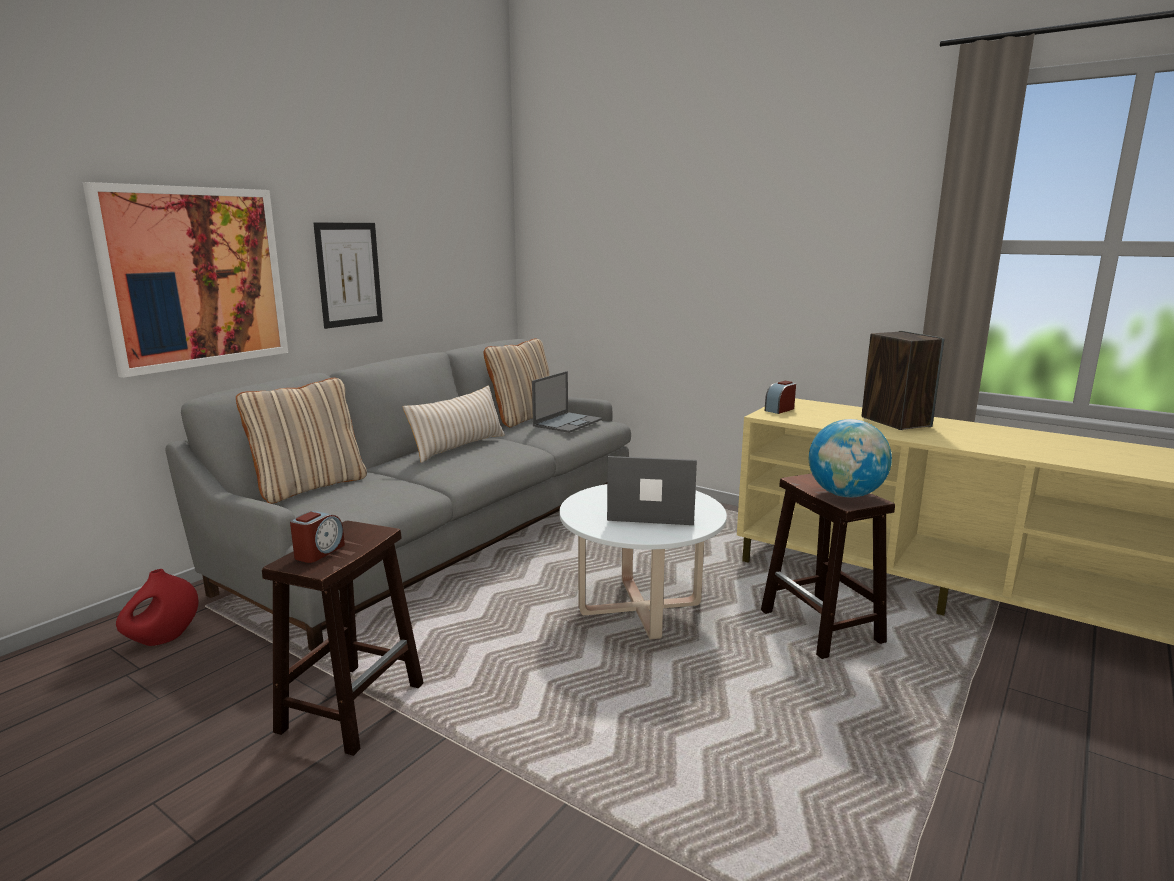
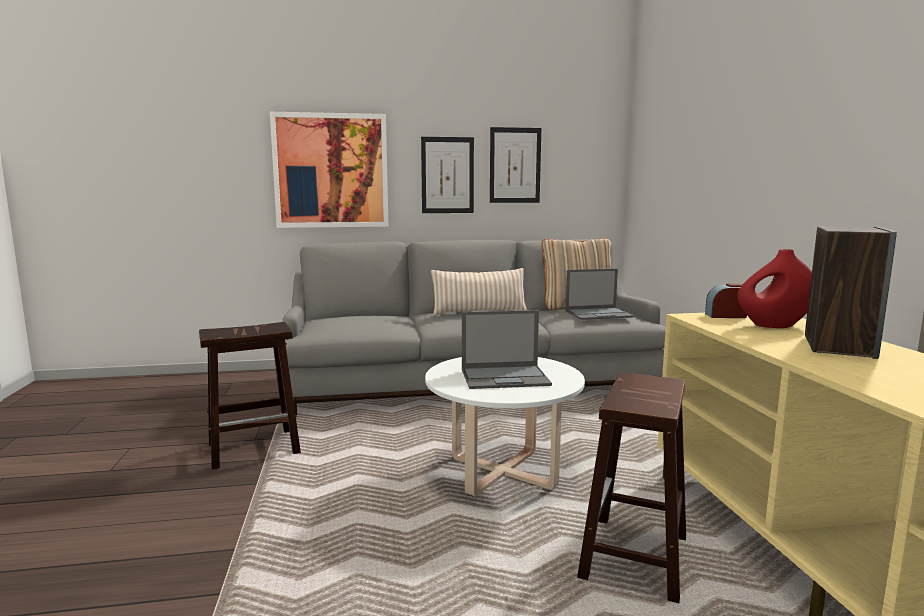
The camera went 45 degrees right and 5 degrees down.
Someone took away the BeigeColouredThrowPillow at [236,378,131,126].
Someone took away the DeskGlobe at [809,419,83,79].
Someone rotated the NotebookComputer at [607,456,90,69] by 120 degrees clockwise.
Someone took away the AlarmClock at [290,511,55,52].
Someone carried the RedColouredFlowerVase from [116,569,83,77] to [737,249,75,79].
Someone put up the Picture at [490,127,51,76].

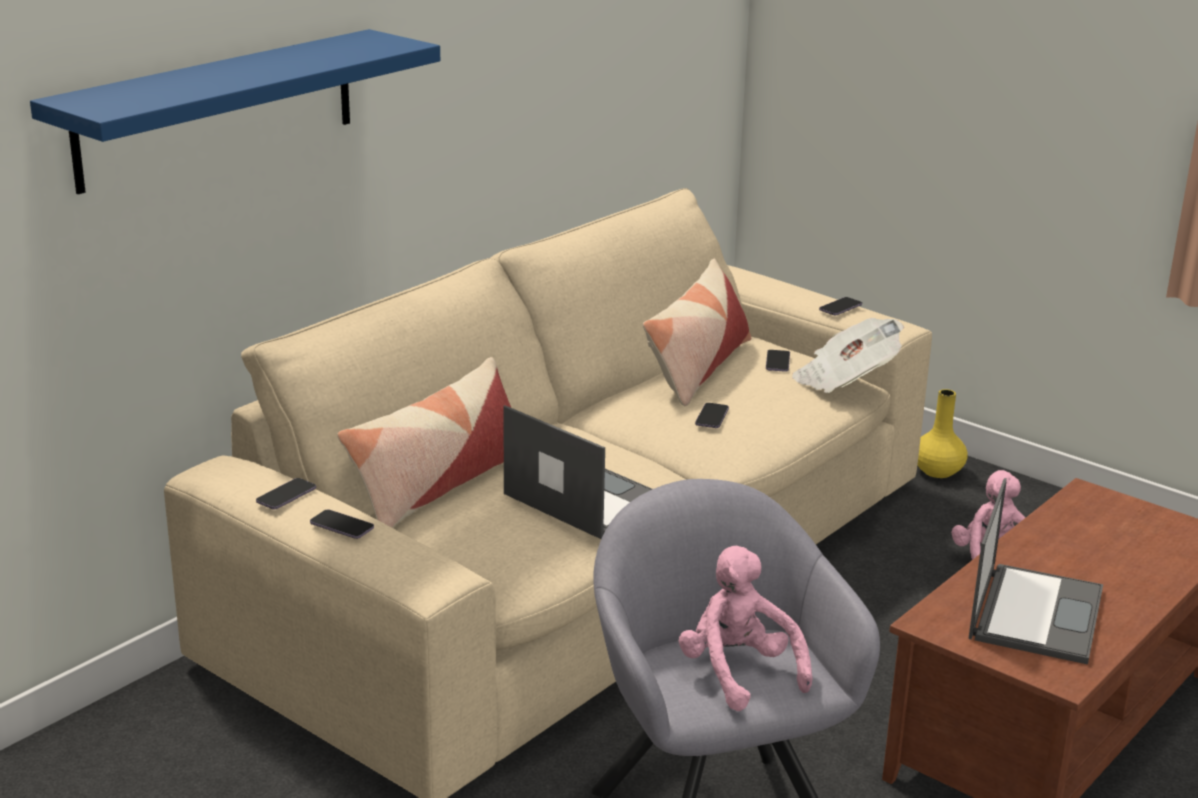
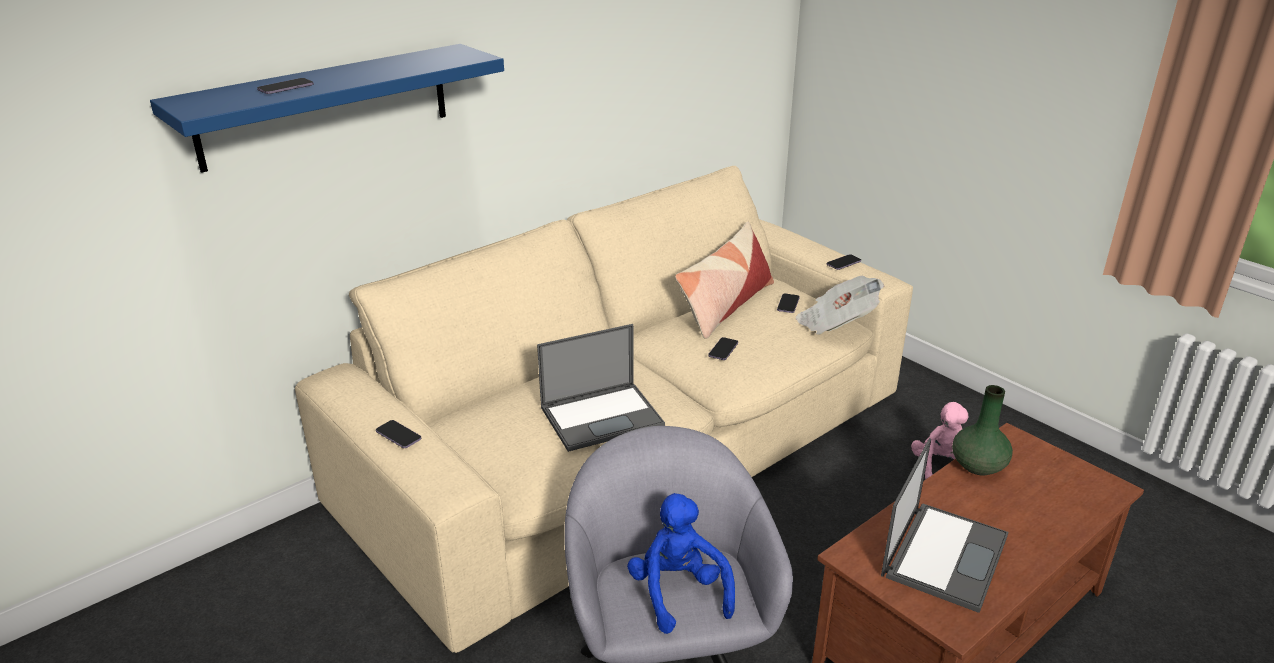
The camera went 10 degrees right and 5 degrees up.
Someone took away the ThrowPillow at [337,357,174,171].
Someone took away the YellowFlowerVase at [917,389,51,89].
Someone rotated the NotebookComputer at [503,405,149,134] by 105 degrees clockwise.
Someone carried the Telephone from [256,478,60,31] to [257,78,57,16].
Someone repainted the PinkColouredSoftToy at [678,546,134,165], which became the BluishSoftToy at [627,493,108,141].
Someone put down the GreenishFlowerVase at [952,385,61,90].

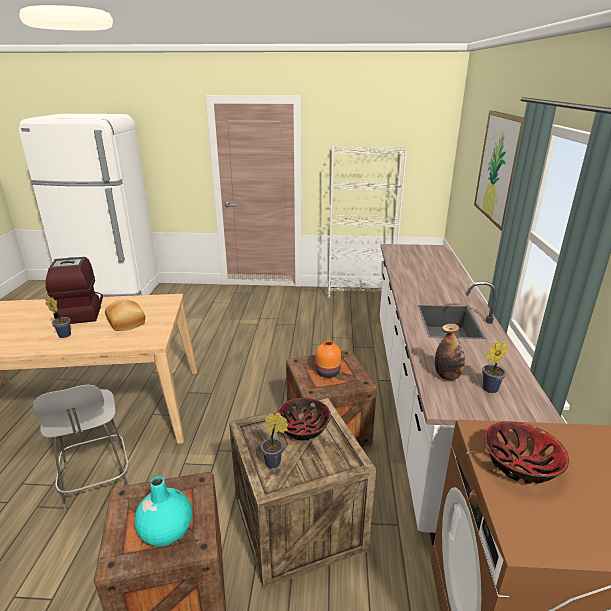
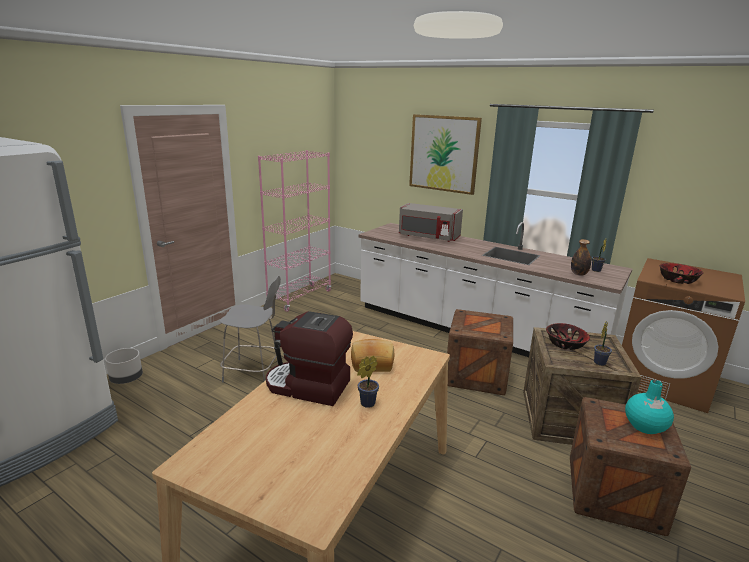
The camera went 60 degrees left and 5 degrees down.
Someone repainted the WhiteBookshelf at [327,146,80,153], which became the PinkColouredBookshelf at [258,150,73,162].
Someone took away the OrangeyFlowerVase at [316,341,25,37].
Someone carried the GrayChair from [33,385,96,126] to [220,276,61,107].
Someone put down the GrayMicrowave at [399,203,64,39].
Someone put down the GrayFlowerPot at [105,348,38,36].

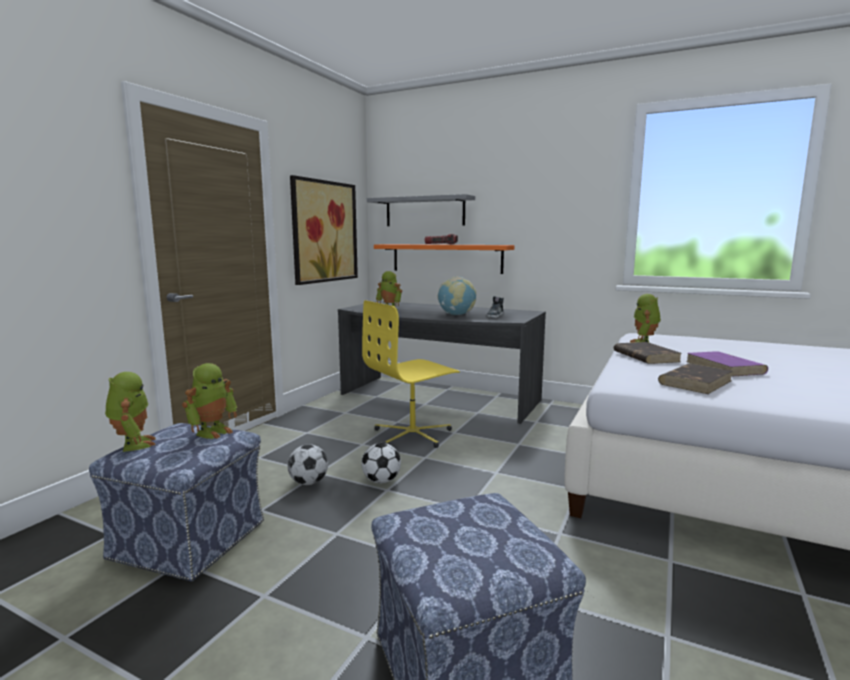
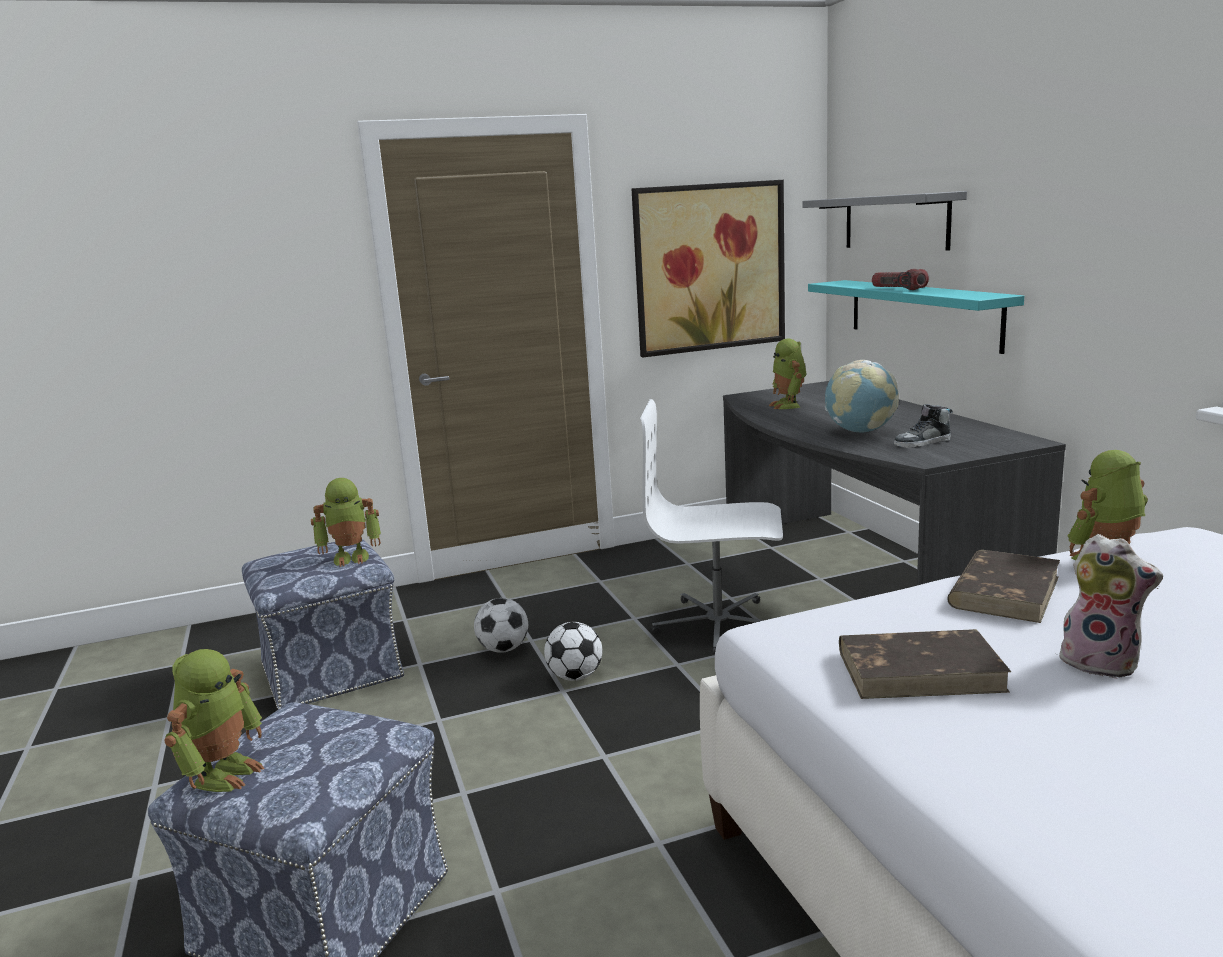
The camera went 45 degrees right and 5 degrees up.
Someone repainted the OrangeyShelf at [374,244,140,30], which became the TurquoiseShelf at [808,280,216,74].
Someone repainted the YellowOfficeChair at [362,300,98,148], which became the WhiteOfficeChair at [640,399,143,257].
Someone swapped the PurpleVolume at [686,351,82,26] for the SoftToy at [1059,534,104,145].
Someone carried the ModelRobot from [105,372,51,80] to [164,649,100,143].

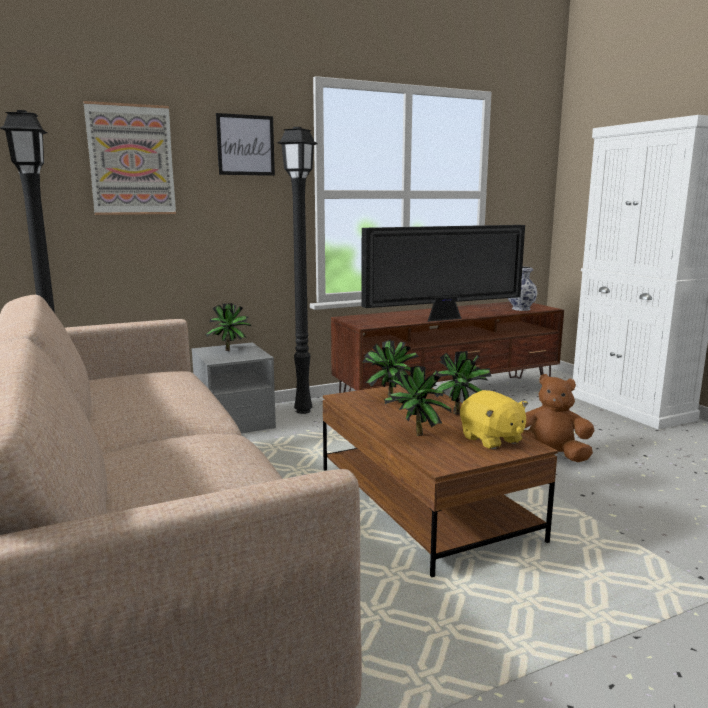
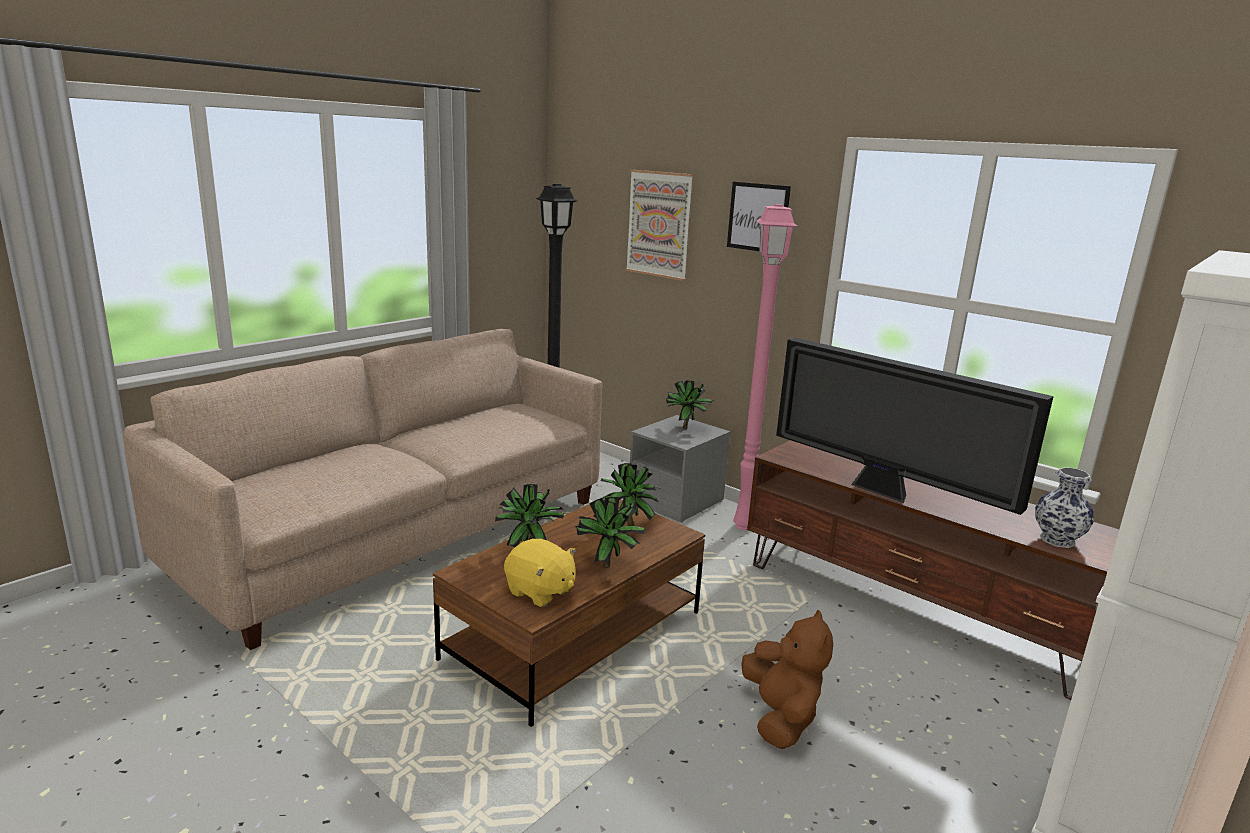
The camera went 65 degrees right and 5 degrees up.
Someone repainted the BlackColouredStandardLamp at [277,127,41,287], which became the PinkColouredStandardLamp at [733,204,64,326].
Someone rotated the YellowSoftToy at [460,390,68,59] by 90 degrees counterclockwise.

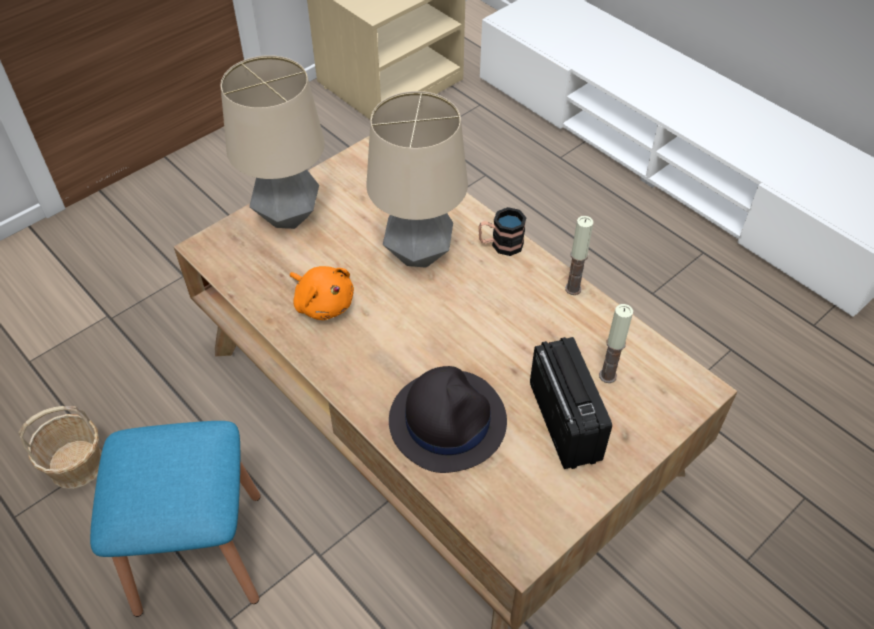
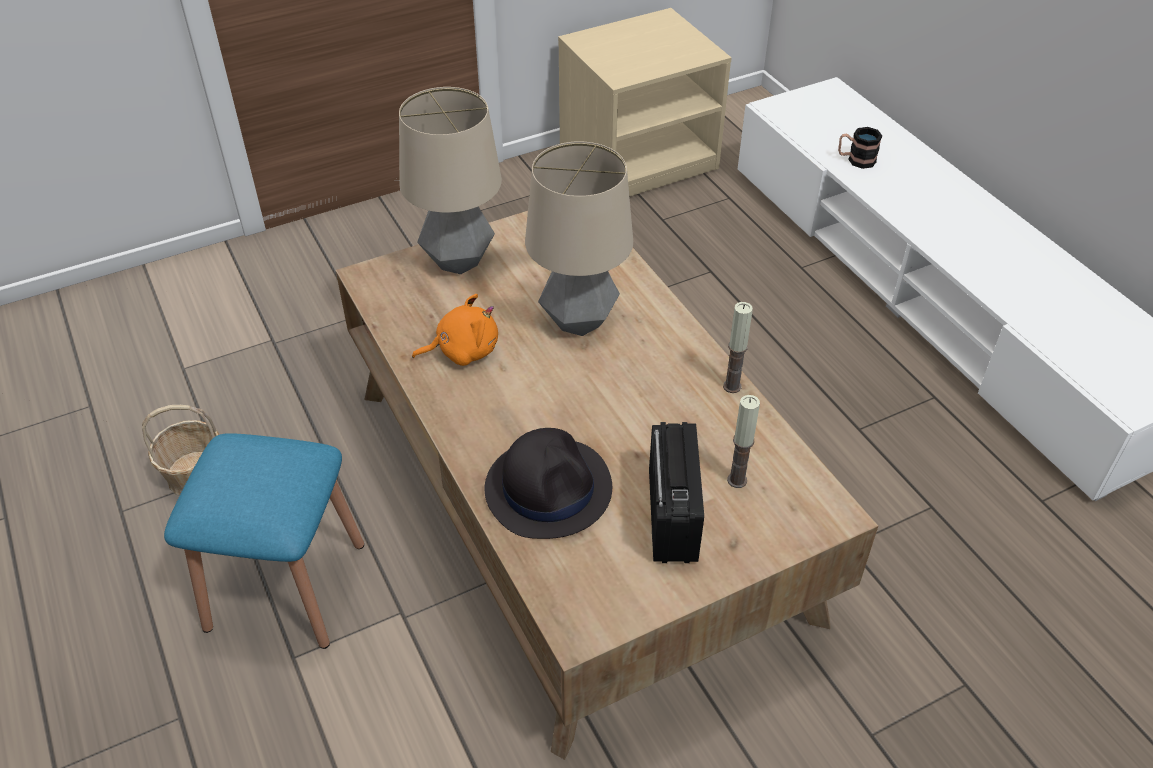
The camera went 15 degrees right and 5 degrees down.
Someone carried the TeaMug from [478,207,48,49] to [838,127,44,42].
Someone rotated the OrangeySoftToy at [290,266,64,54] by 75 degrees counterclockwise.

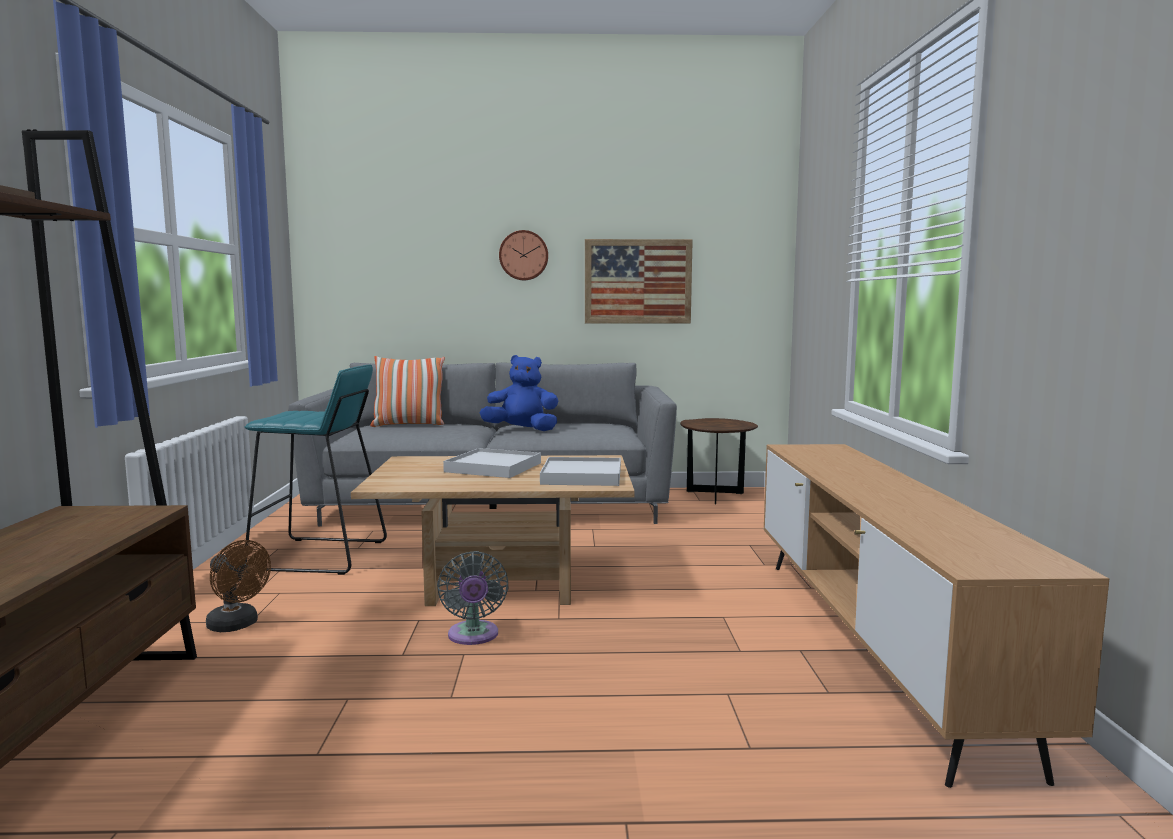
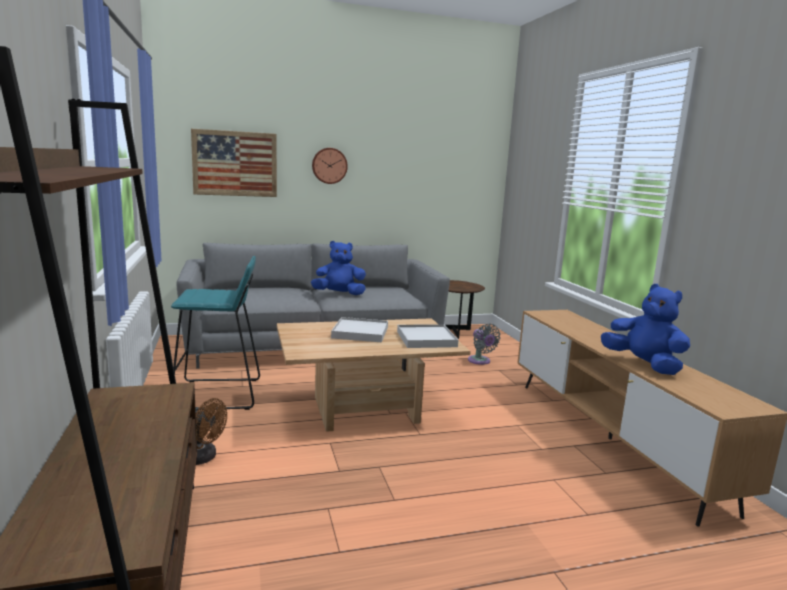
The camera went 15 degrees left and 5 degrees up.
Someone carried the Picture from [585,239,108,85] to [191,129,86,68].
Someone took away the ThrowPillow at [370,356,75,71].
Someone carried the GrayCoolingFan from [437,551,72,94] to [468,324,33,41].
Someone put down the BluishSoftToy at [601,284,89,91].

